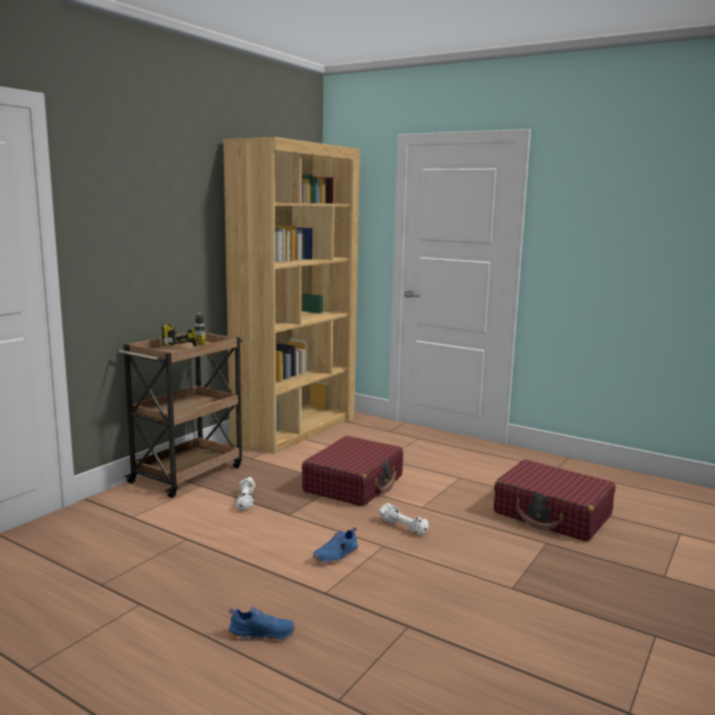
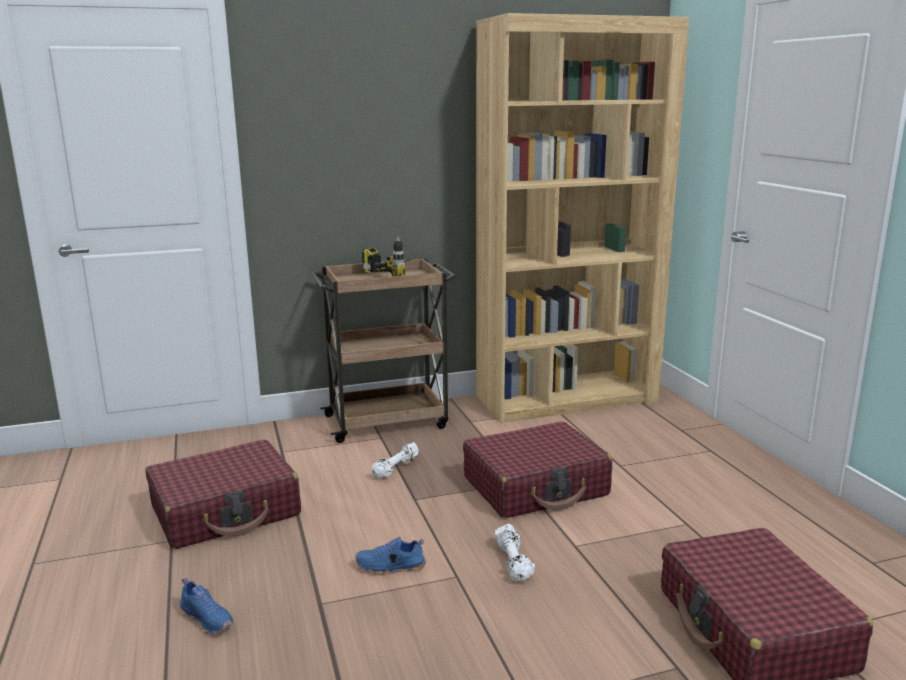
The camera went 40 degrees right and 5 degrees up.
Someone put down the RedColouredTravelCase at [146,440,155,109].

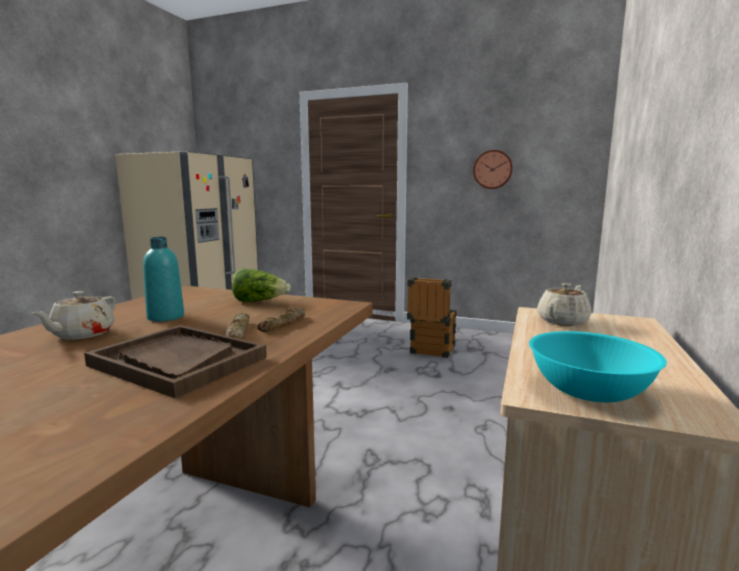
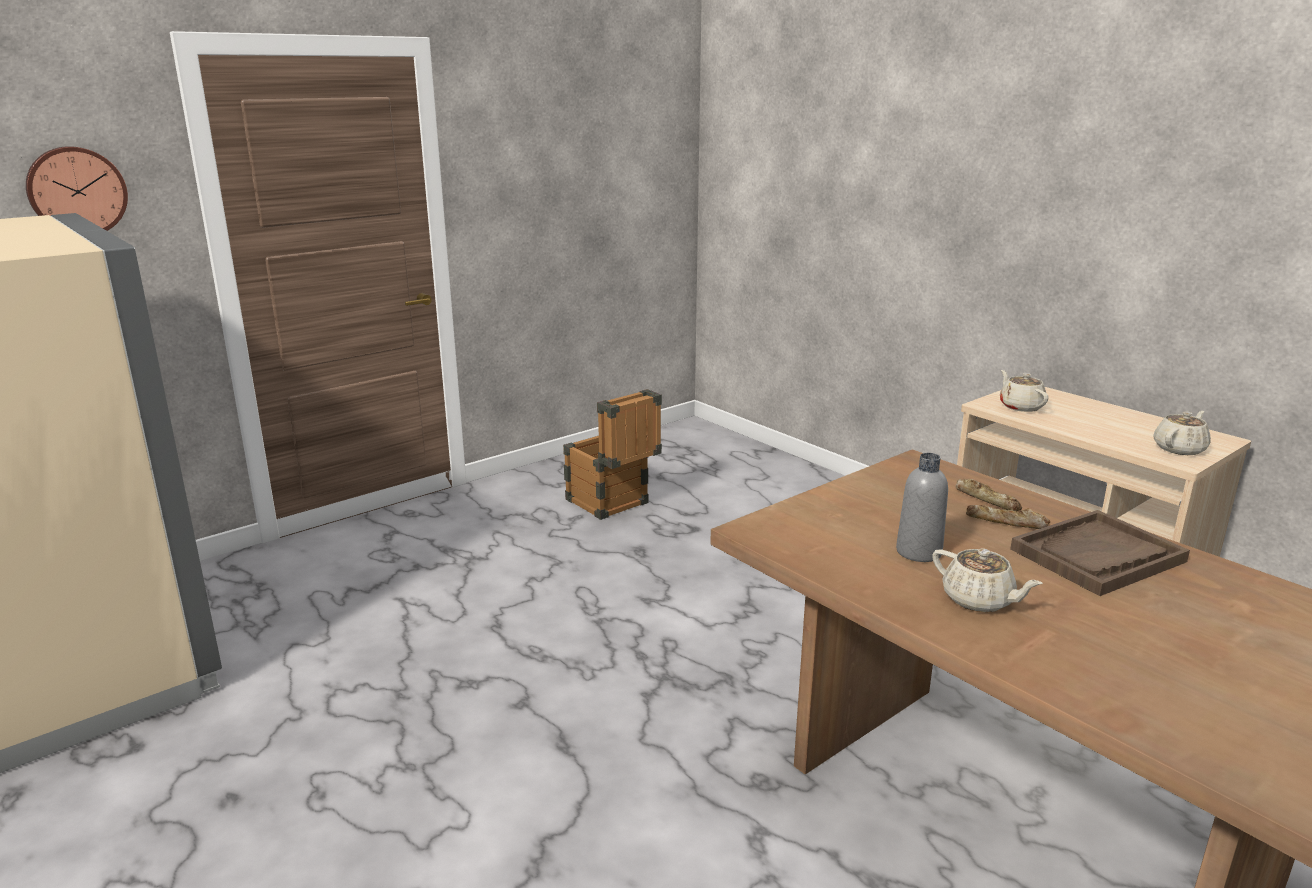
The camera went 60 degrees left and 10 degrees up.
Someone carried the HangingClock from [473,150,40,39] to [26,146,102,85].
Someone repainted the TurquoiseDrinkBottle at [143,237,41,85], which became the GrayDrinkBottle at [896,453,52,109].
Someone took away the LettuceHead at [232,269,59,33].
Someone swapped the TurquoiseBowl at [529,331,138,71] for the BeigeColouredTeapot at [1153,411,58,44].

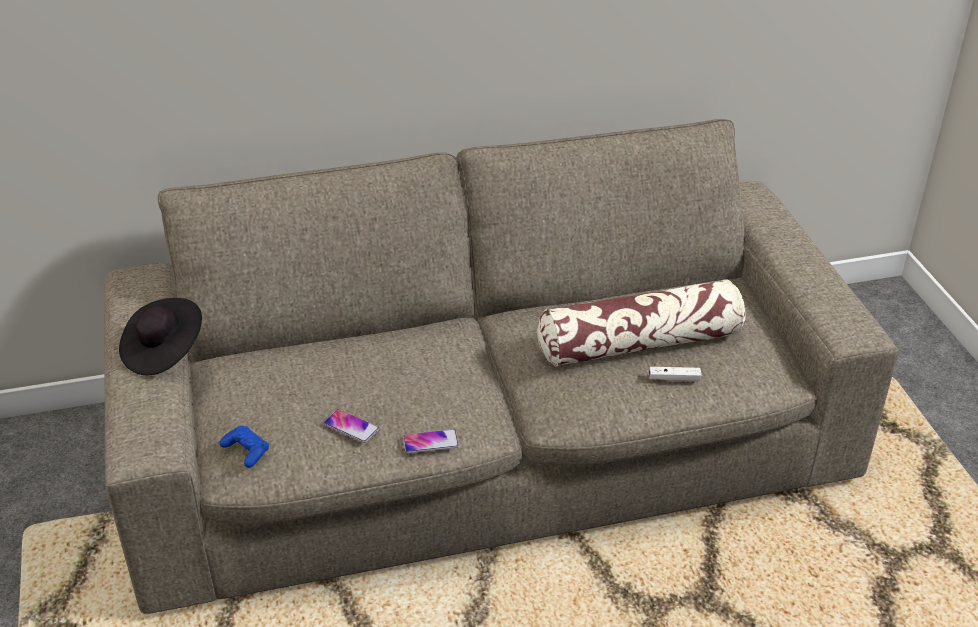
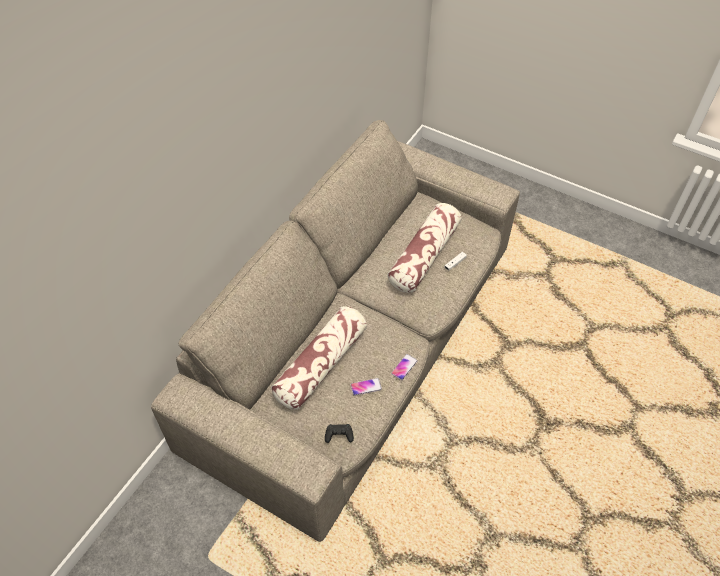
The camera went 45 degrees left and 15 degrees up.
Someone took away the BlackColouredWearableHat at [119,298,83,77].
Someone repainted the BluishGamepad at [219,426,50,42], which became the BlackColouredGamepad at [325,424,29,19].
Someone put down the ThrowPillow at [271,306,96,104].

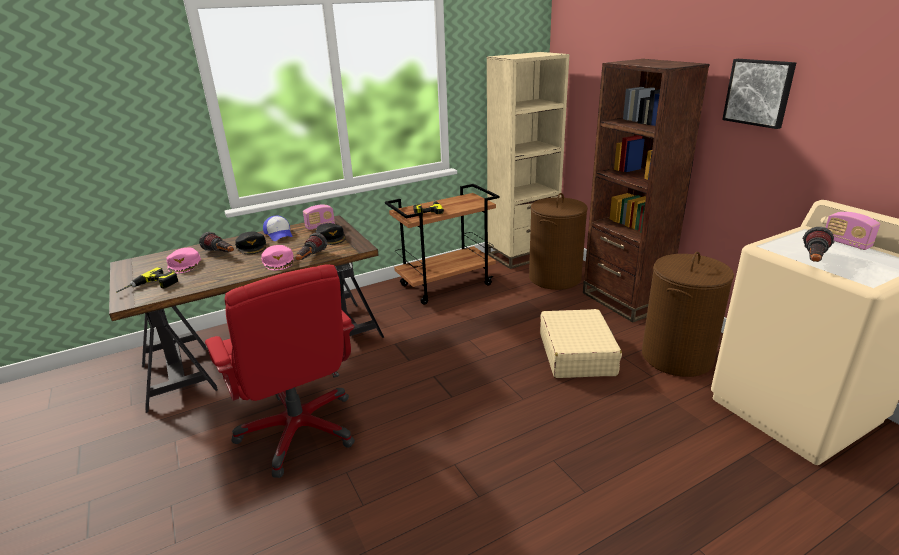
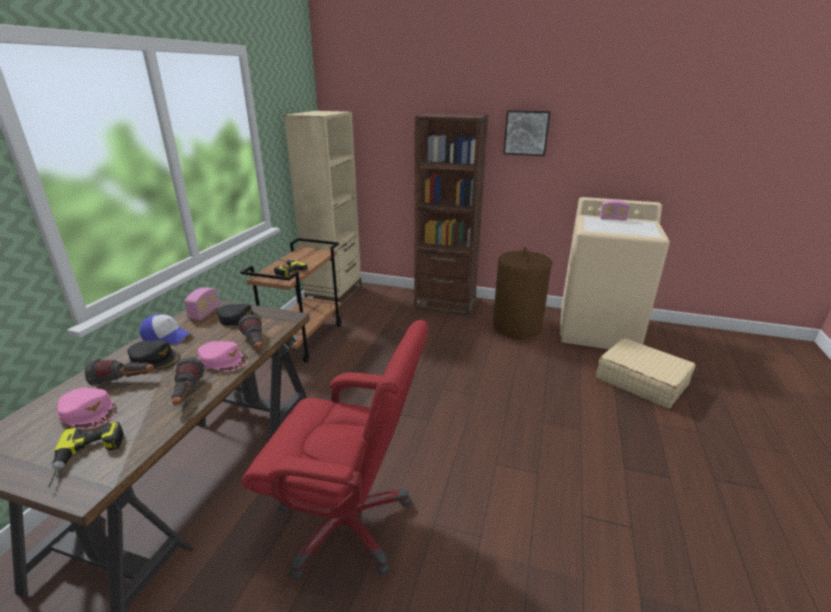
The camera went 45 degrees left and 0 degrees up.
Someone took away the BrownishWashingBasket at [529,193,59,97].
Someone carried the HandTorch from [803,227,31,35] to [171,357,34,48].
Someone carried the BeigeColouredTravelCase from [540,309,82,69] to [596,338,100,71].

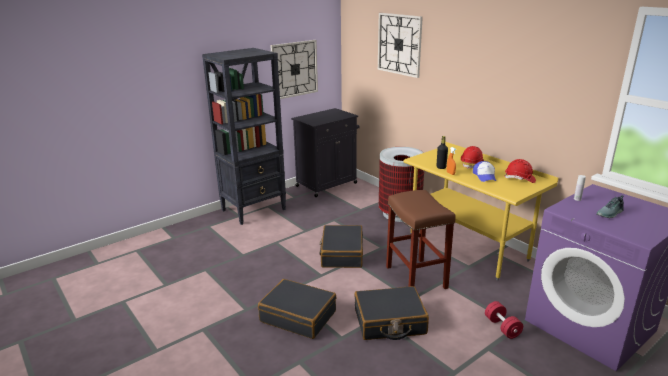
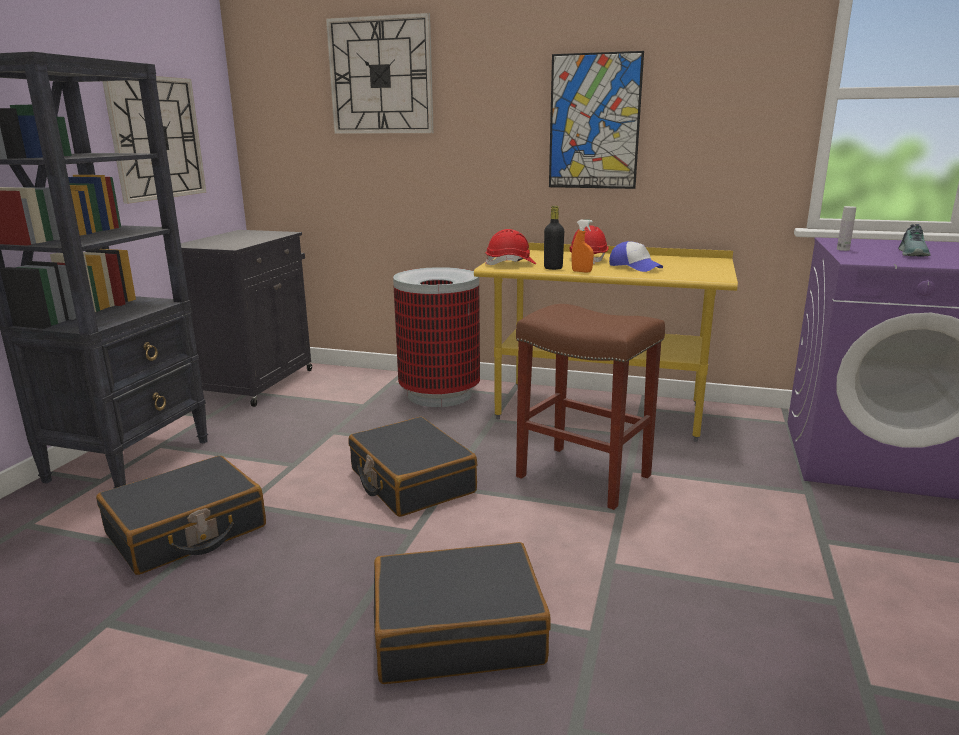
The camera went 35 degrees left and 5 degrees down.
Someone carried the RedColouredSafetyHelmet from [504,159,32,24] to [485,229,51,37].
Someone carried the BlackColouredTravelCase from [354,286,75,54] to [96,456,170,119].
Someone took away the RedColouredDumbbell at [485,301,38,38].
Someone put up the Picture at [549,51,95,138].

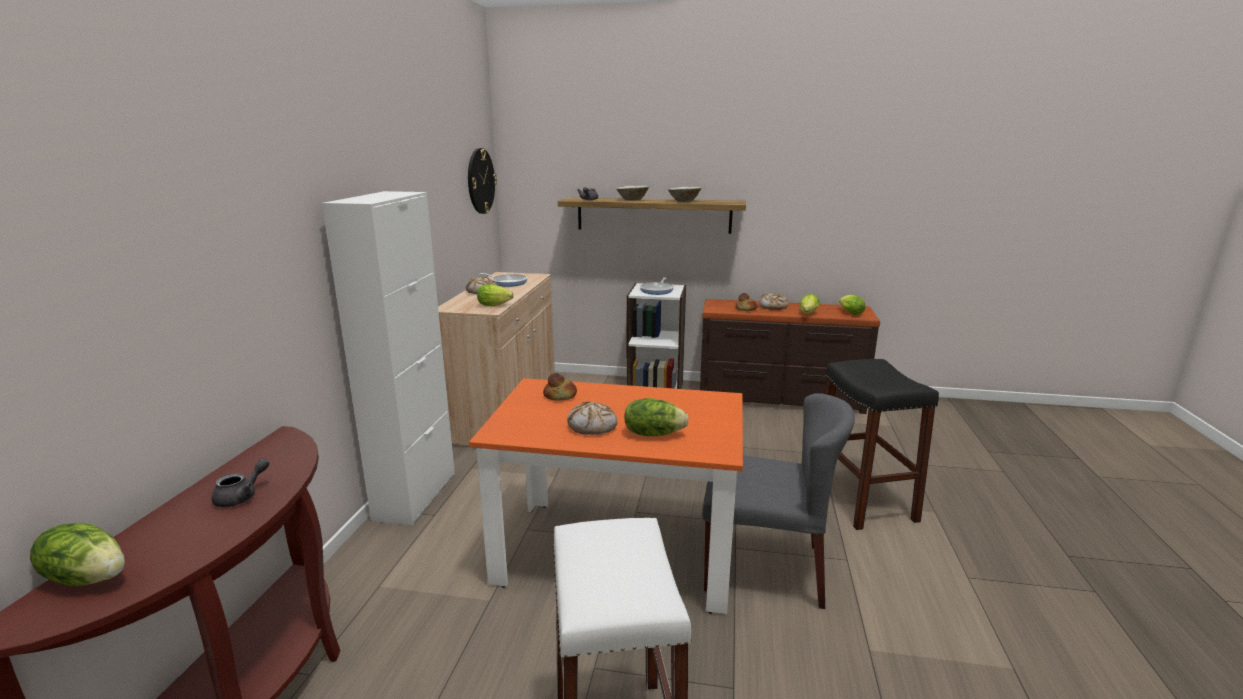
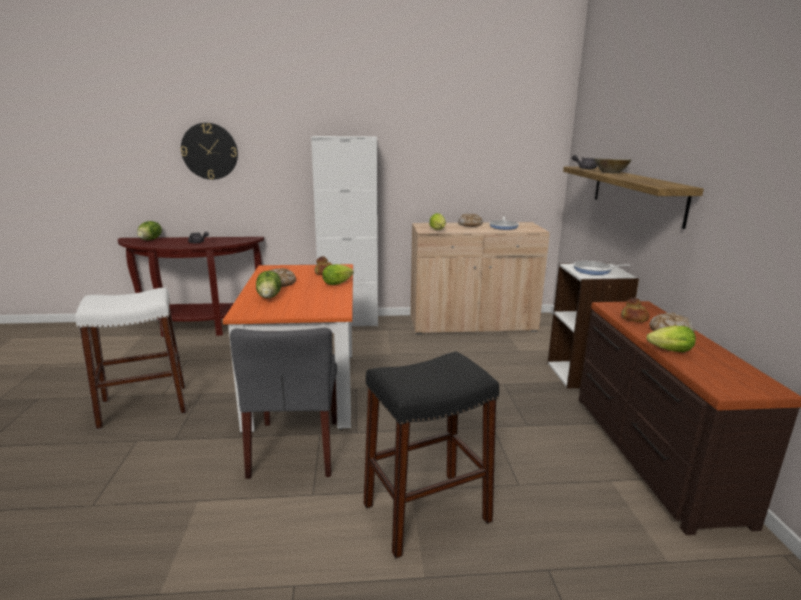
The camera went 75 degrees right and 0 degrees up.
Someone carried the HangingClock from [468,148,29,66] to [181,123,57,57].
Someone took away the BeigeColouredBowl at [668,187,33,15].
Someone carried the LettuceHead from [839,295,26,20] to [322,264,32,21].

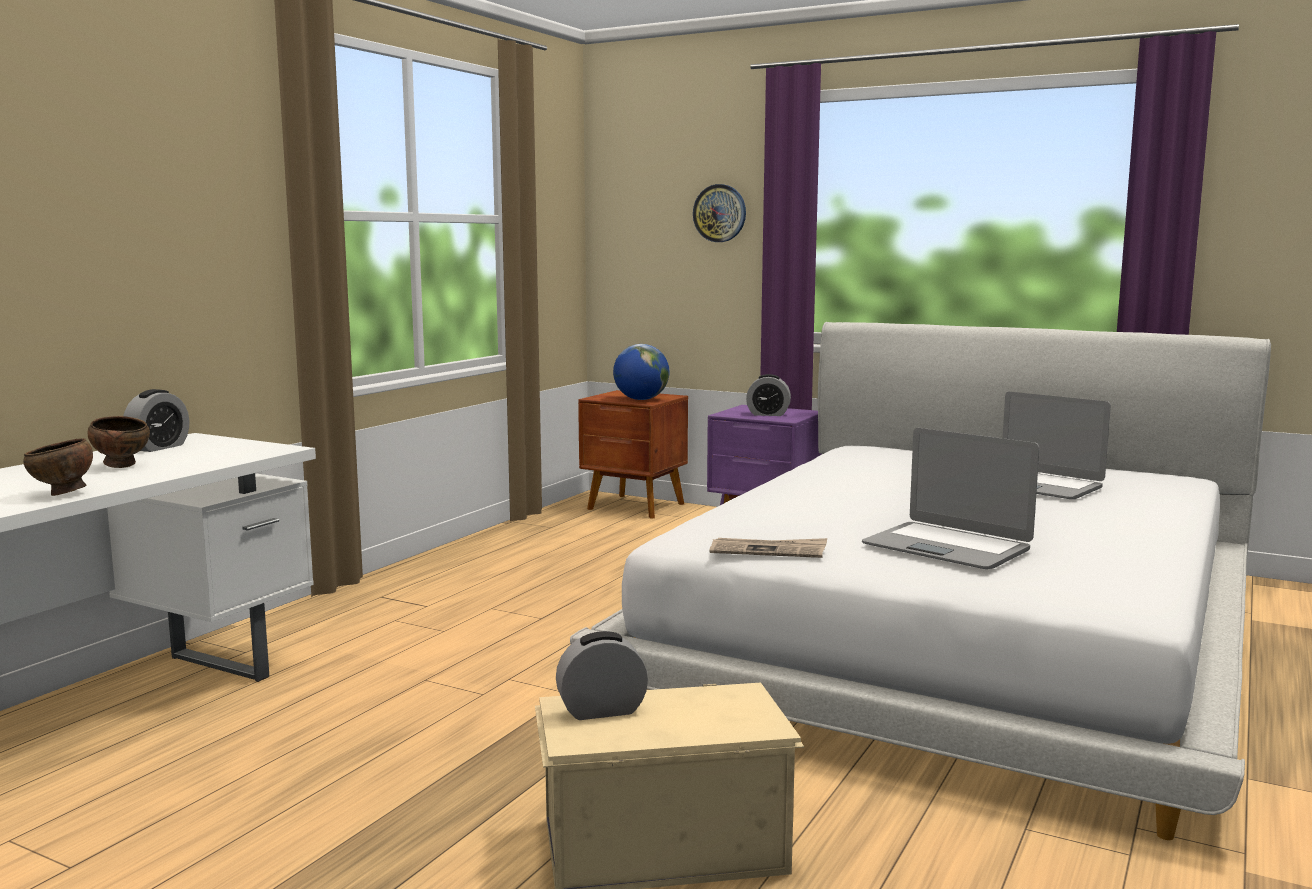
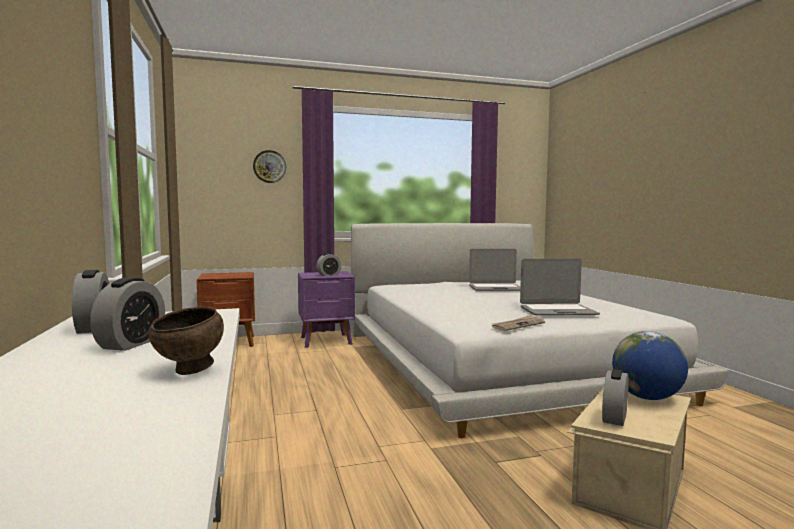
The camera went 45 degrees left and 5 degrees down.
Someone carried the DeskGlobe from [613,344,56,56] to [612,331,76,69].
Someone swapped the BrownishBowl at [88,416,62,52] for the AlarmClock at [90,277,75,74].

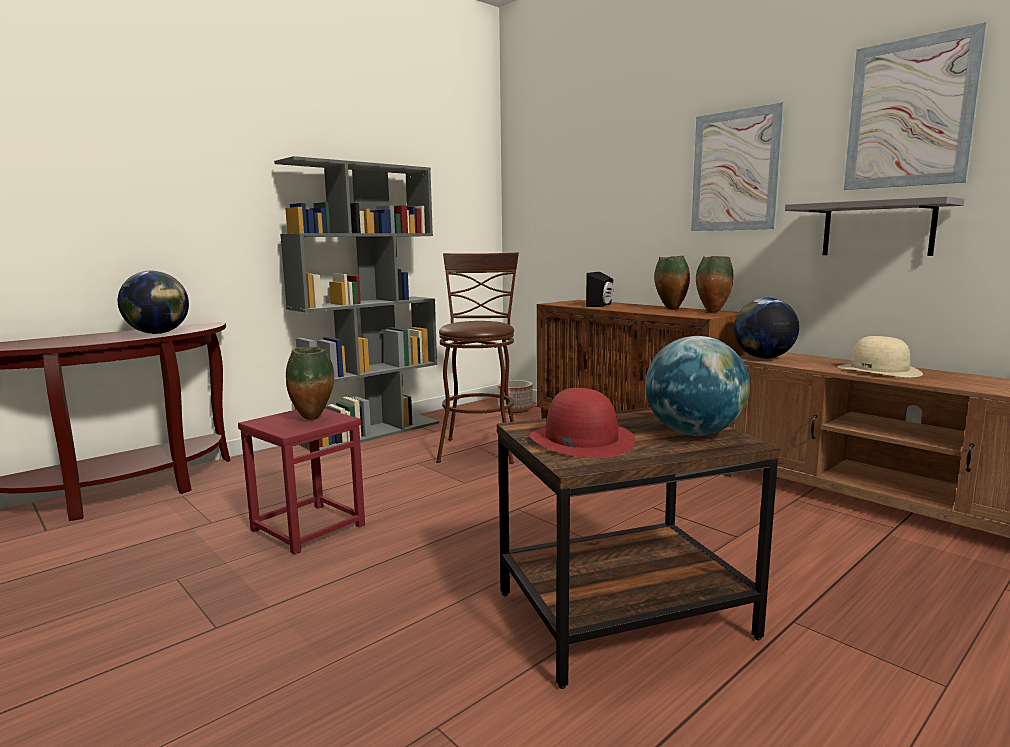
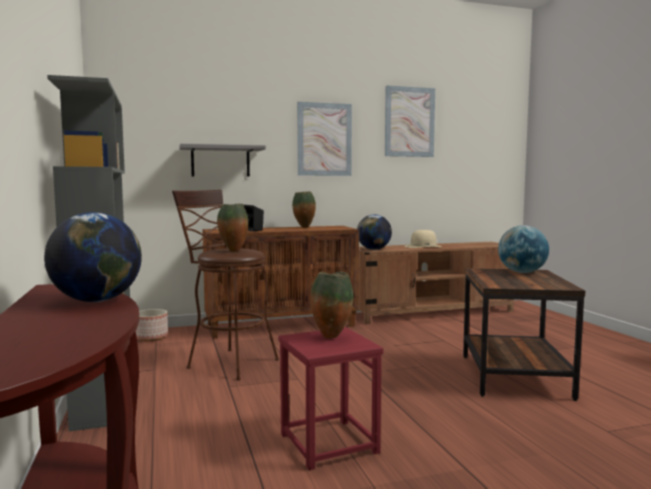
The camera went 65 degrees left and 5 degrees down.
Someone carried the GrayShelf from [785,196,180,60] to [179,144,87,33].
Someone carried the FlowerVase from [696,256,37,56] to [217,204,31,48].
Someone took away the RedColouredWearableHat at [529,388,106,70].

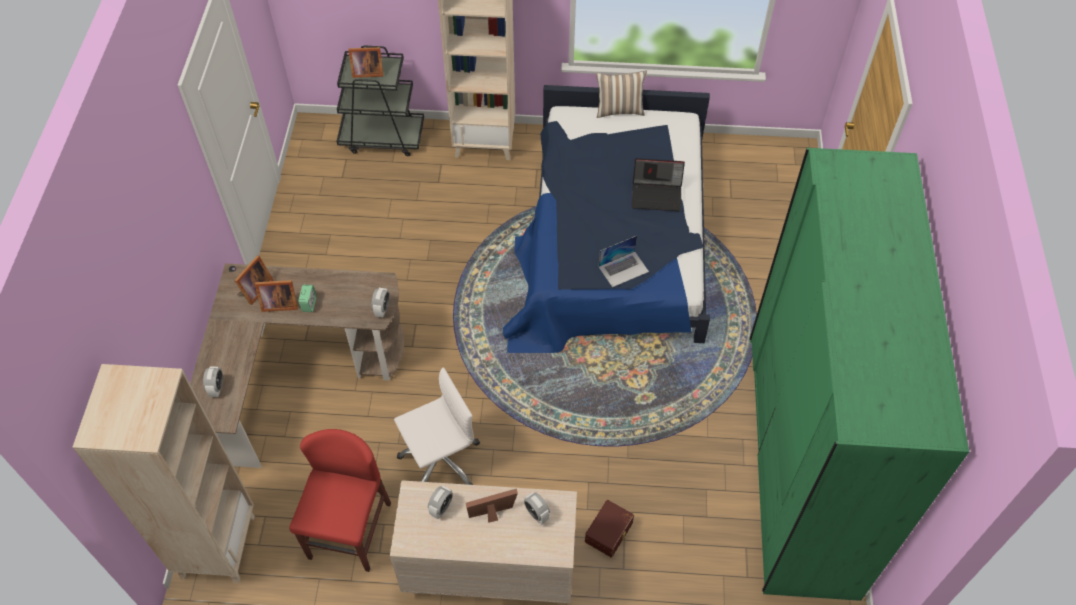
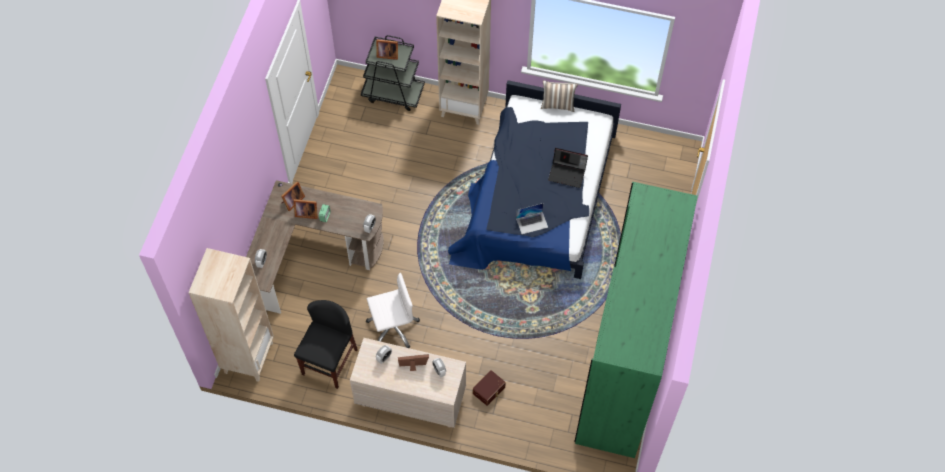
The camera went 10 degrees right and 5 degrees up.
Someone repainted the RedColouredChair at [289,429,102,143], which became the BlackColouredChair at [294,300,64,89].

